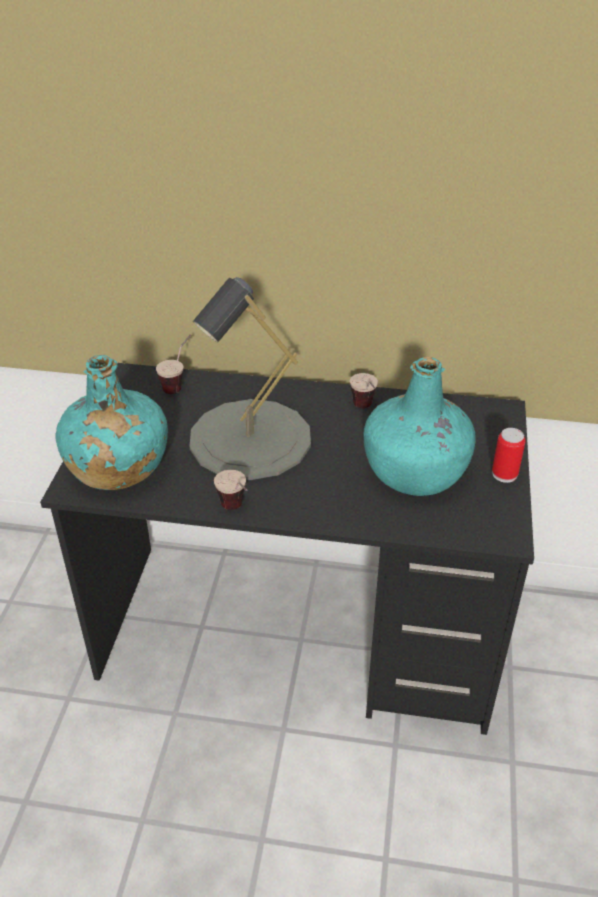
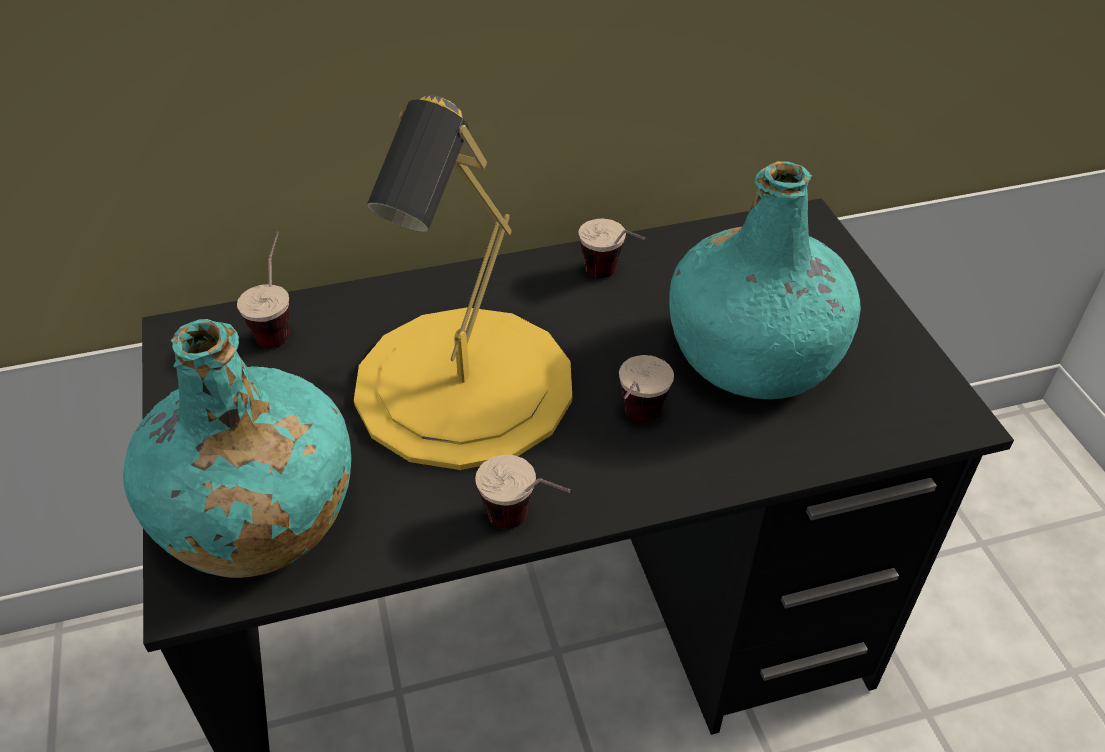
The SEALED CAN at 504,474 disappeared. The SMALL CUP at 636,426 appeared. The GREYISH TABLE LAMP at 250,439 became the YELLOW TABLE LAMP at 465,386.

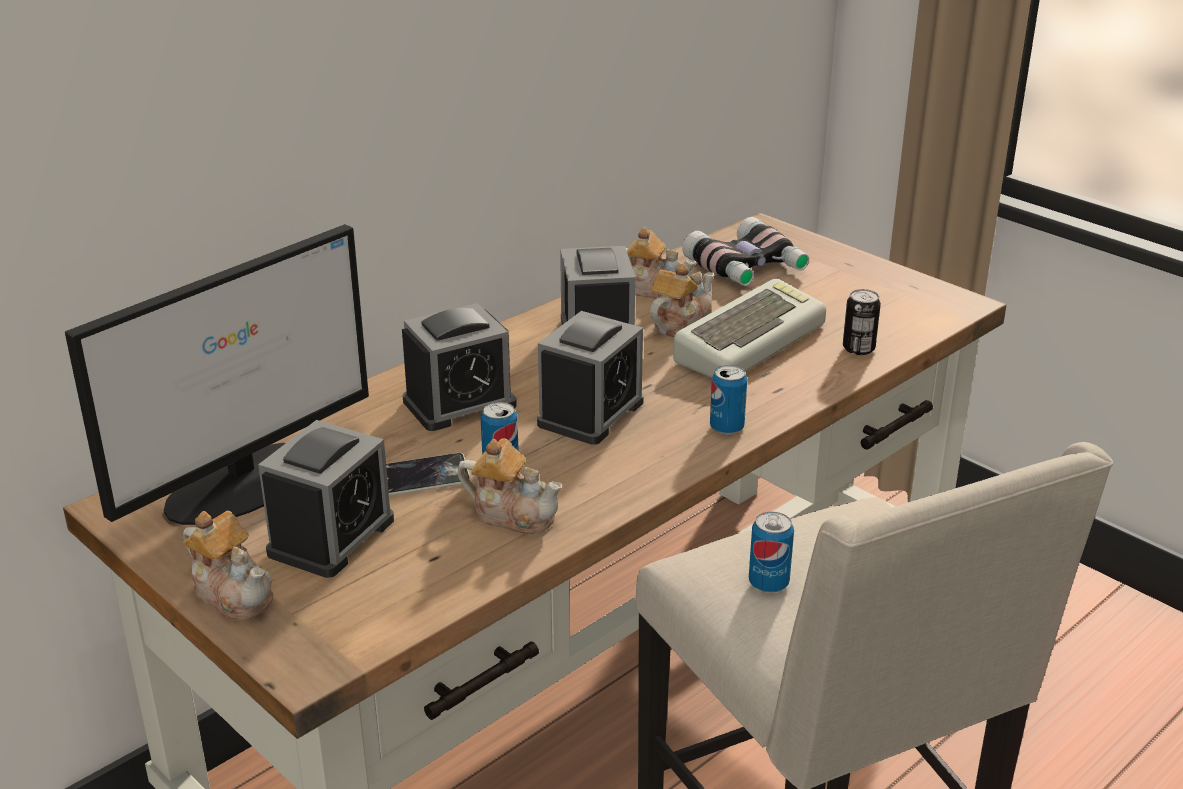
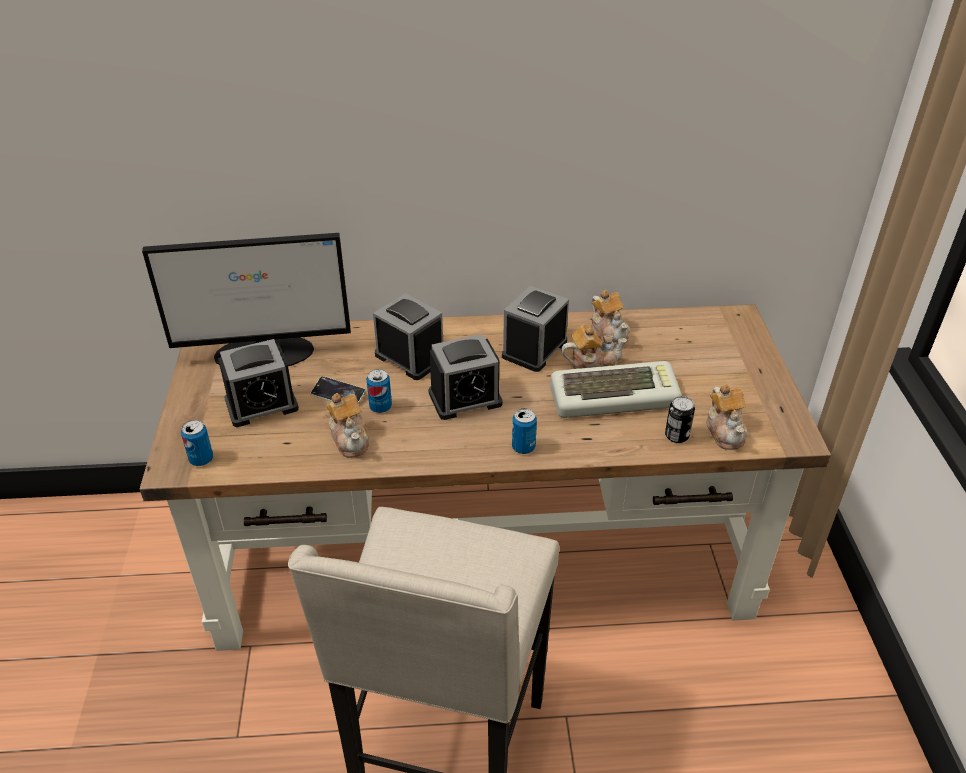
The BINOCULARS at 747,267 disappeared. The TEAPOT moved from 233,593 to 725,431. The SEALED CAN moved from 768,583 to 201,459. The BEDSIDE CLOCK at 459,403 turned 150 degrees counterclockwise.

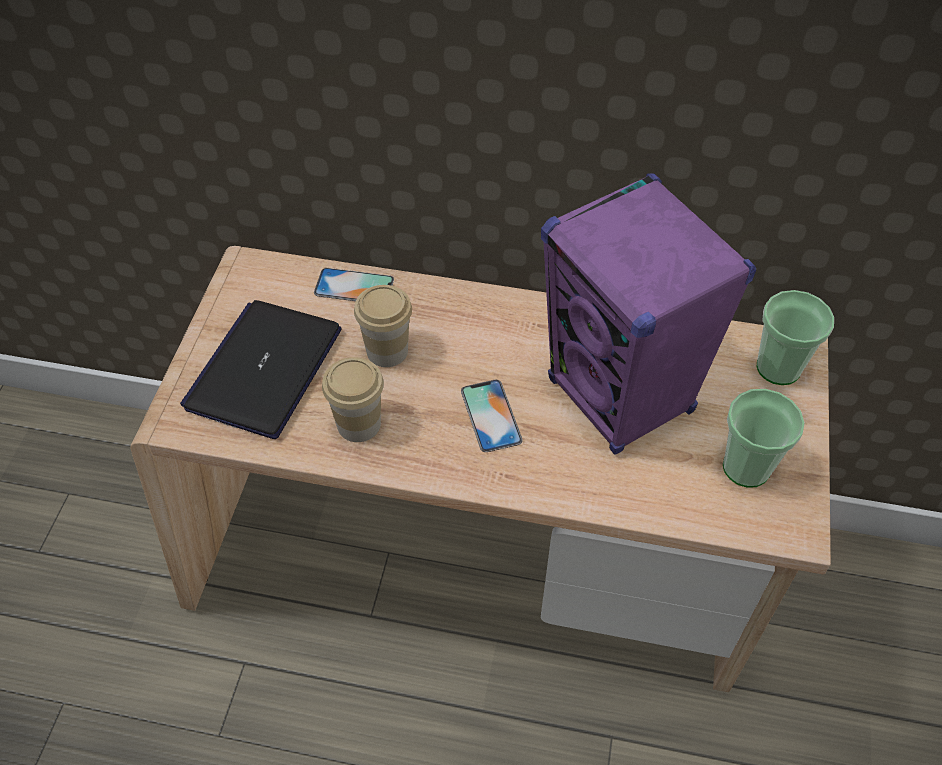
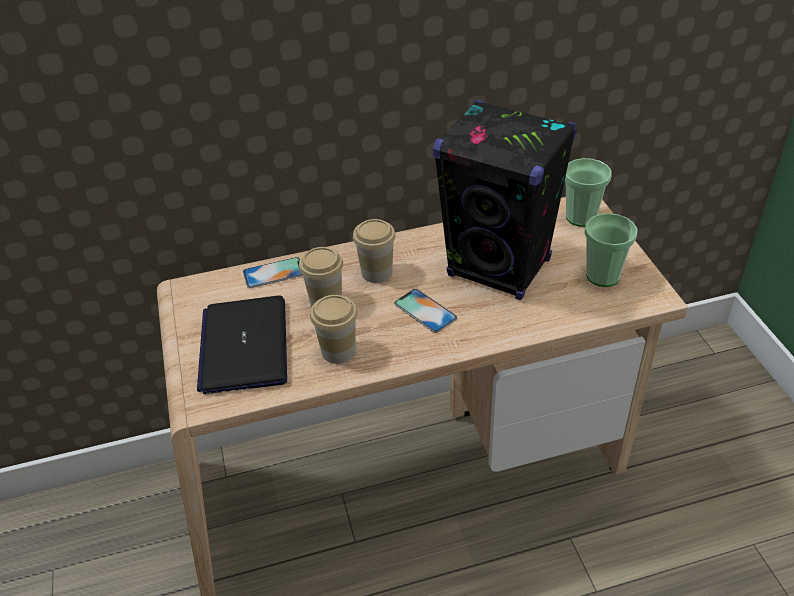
The SMALL CUP at 377,272 appeared. The PURPLE-COLOURED SPEAKER at 621,397 became the BLACK SPEAKER at 500,268.

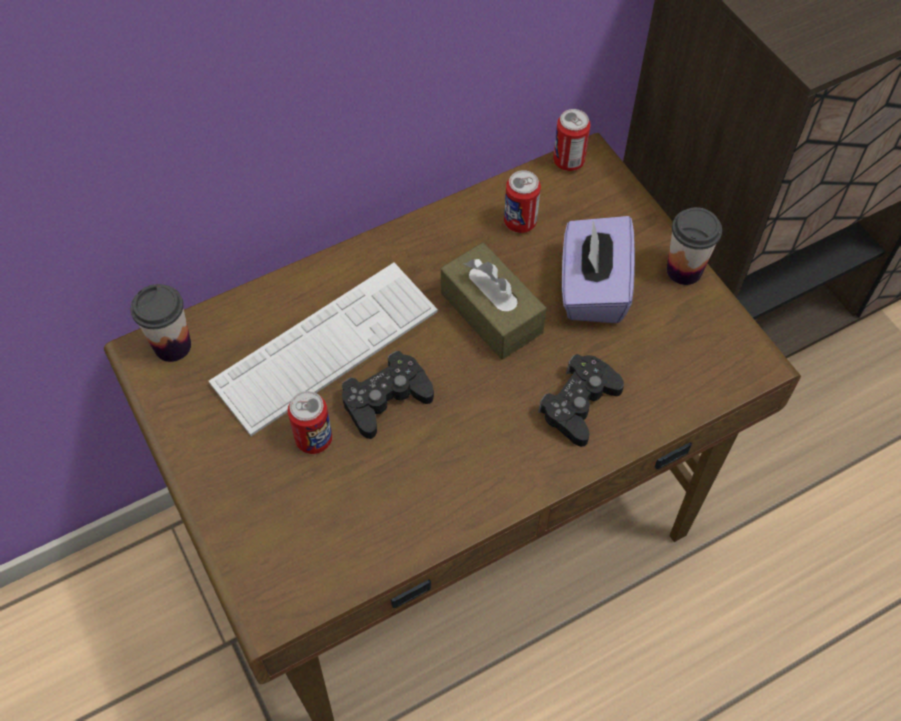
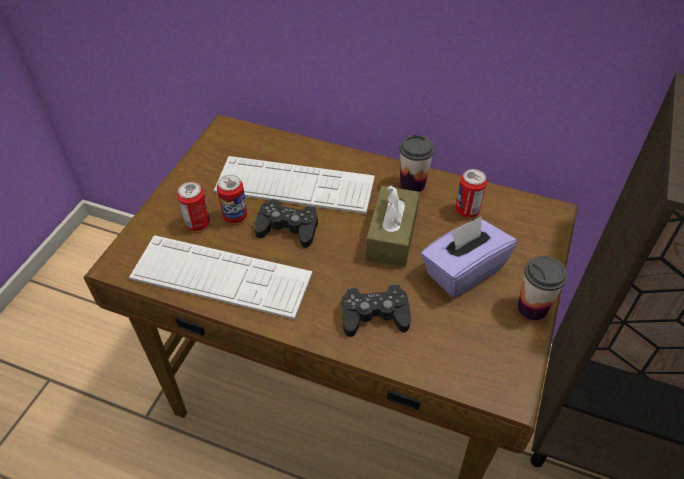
The COMPUTER KEYBOARD at 221,277 appeared. The SMALL CUP moved from 172,346 to 412,184. The SEALED CAN moved from 568,161 to 198,223.

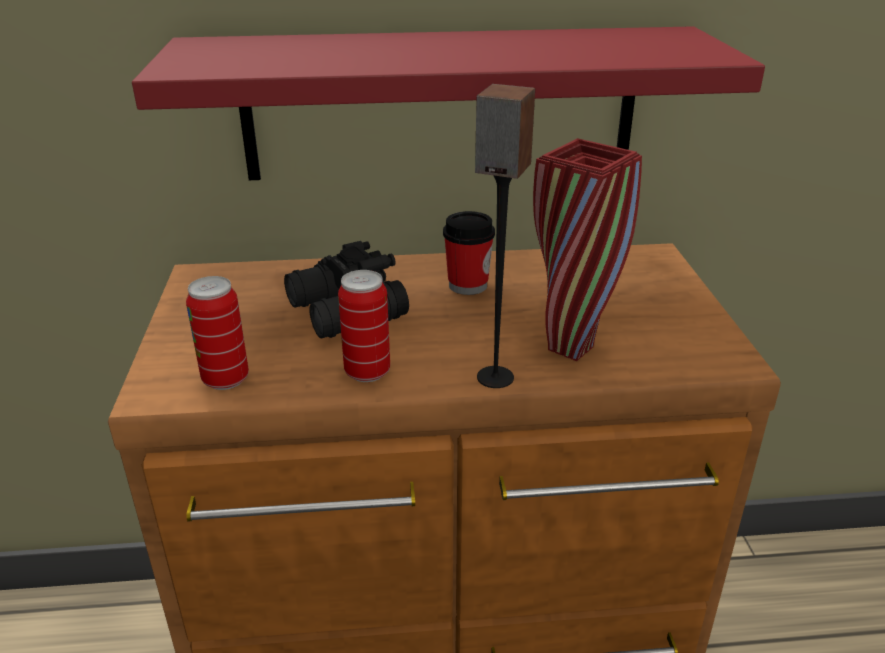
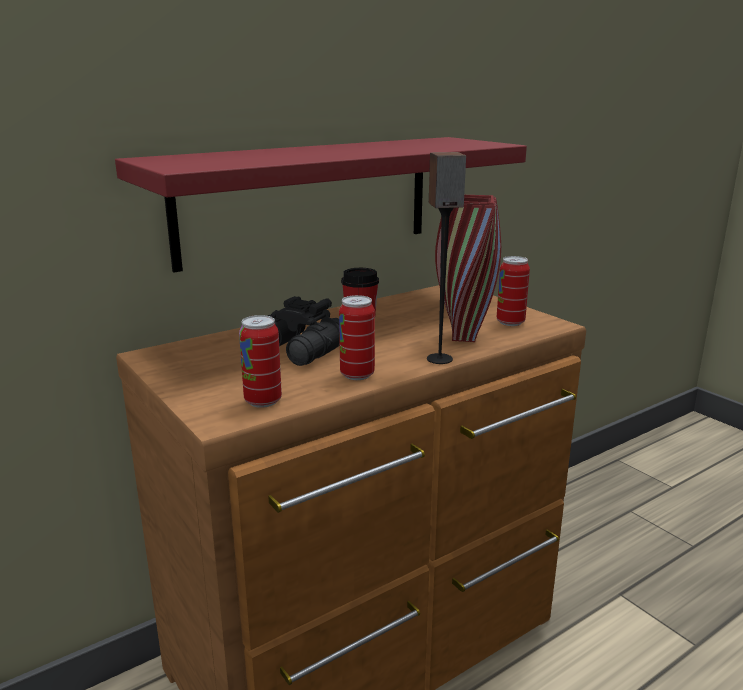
The SEALED CAN at 510,322 appeared.

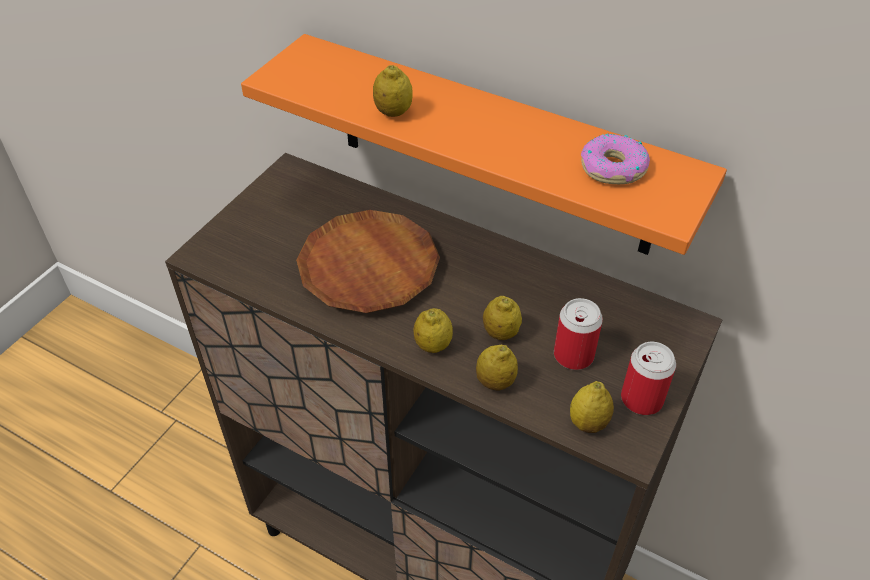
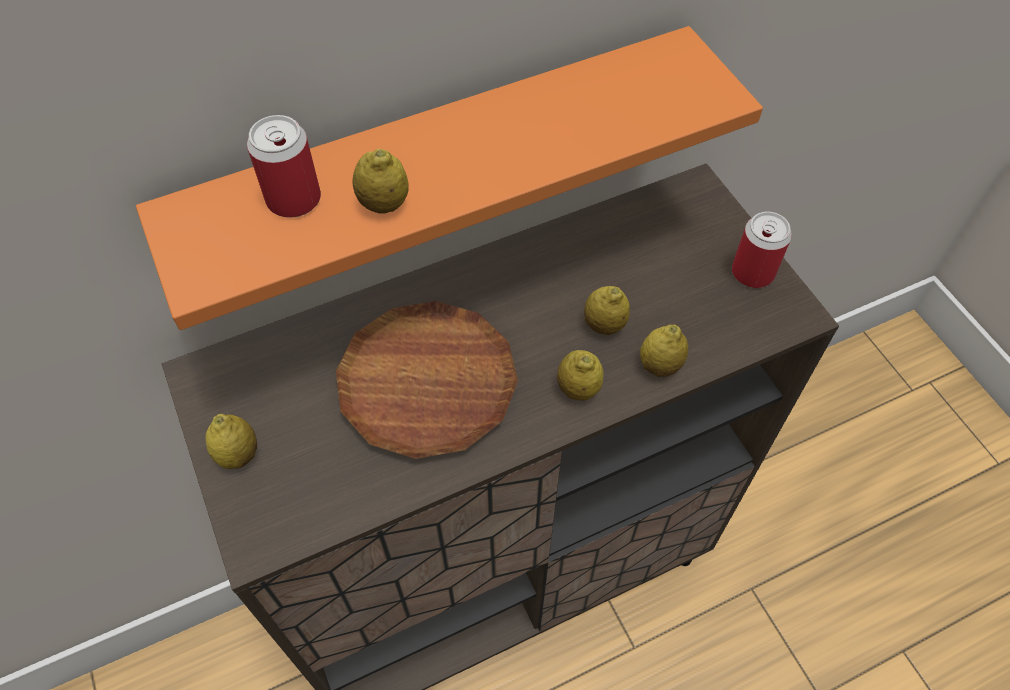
The DOUGHNUT at 612,168 disappeared. The SEALED CAN moved from 573,355 to 293,199. The CITRUS FRUIT moved from 588,423 to 238,454.

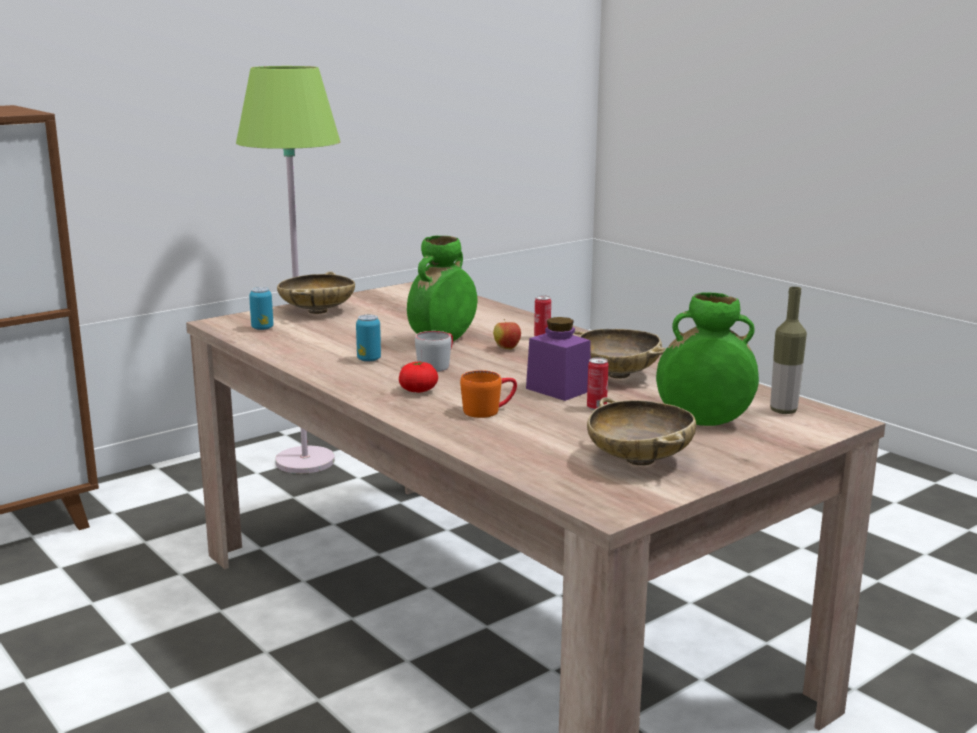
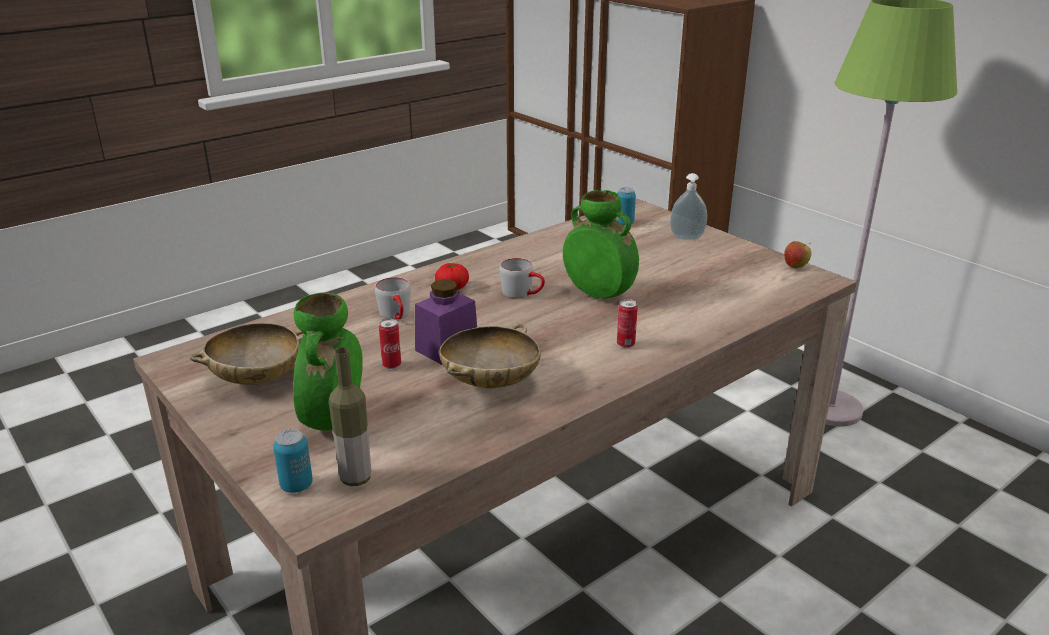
The SEALED CAN moved from 369,359 to 296,485. The APPLE FRUIT moved from 506,348 to 795,266. The BEIGE DEEP DISH at 317,311 was replaced by the SOAP DISPENSER at 686,238. The ORANGEY COFFEE MUG at 489,410 became the GREYISH COFFEE MUG at 397,316.

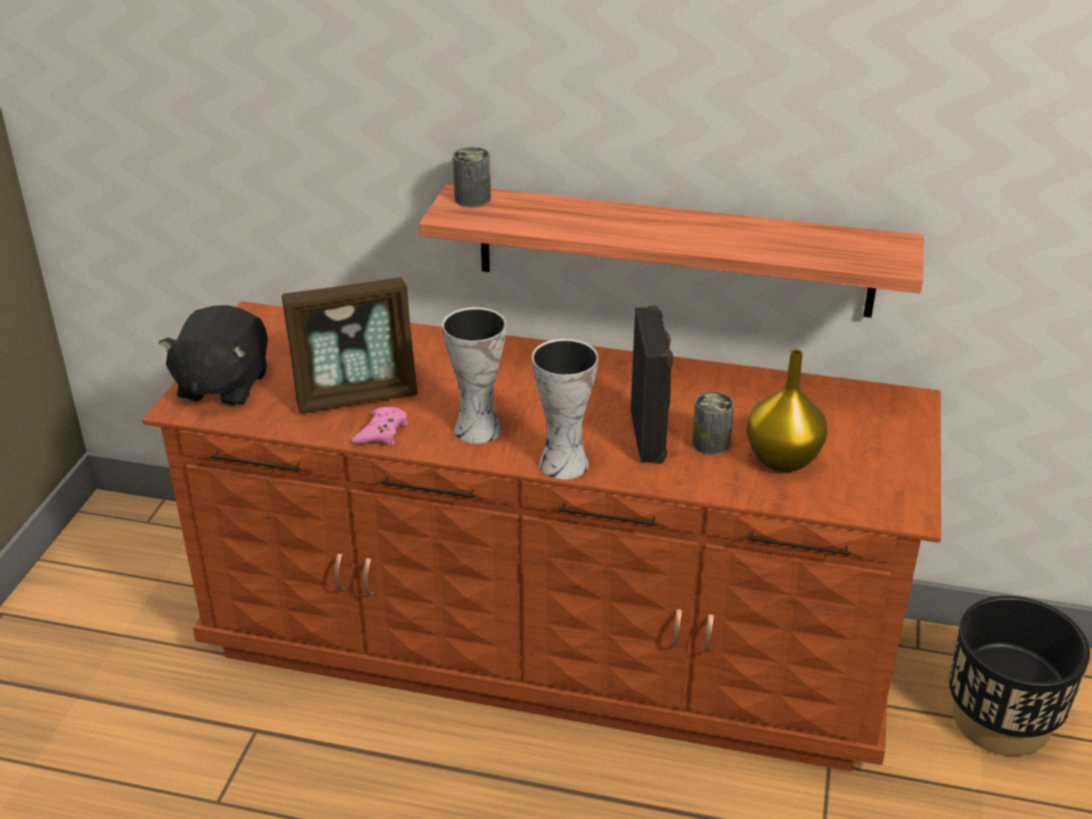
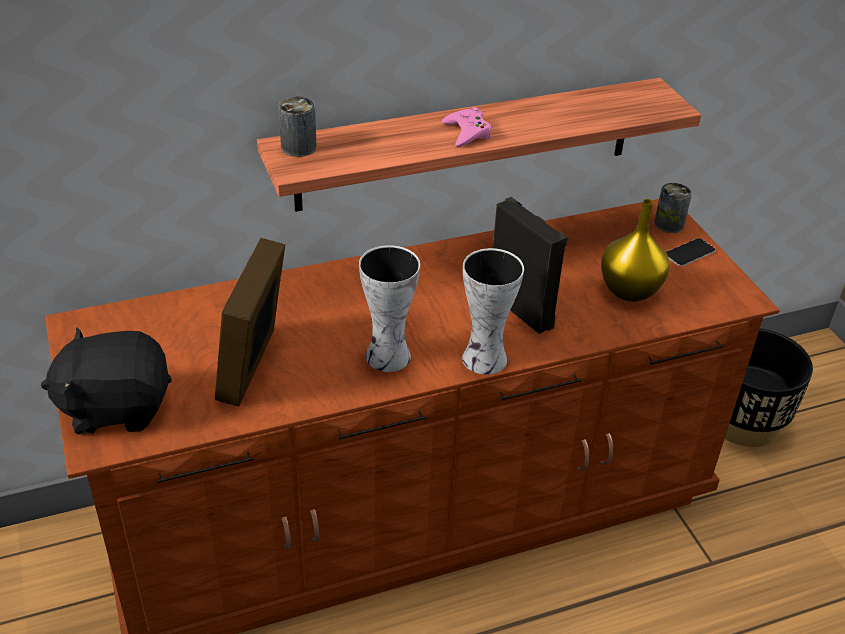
The PHONE at 689,253 appeared. The PINK-COLOURED GAMEPAD moved from 381,432 to 467,133. The SEALED CAN moved from 711,443 to 669,224. The BLACK PLUSH TOY at 222,385 turned 105 degrees clockwise. The STANDING FRAME at 356,396 turned 150 degrees clockwise.

